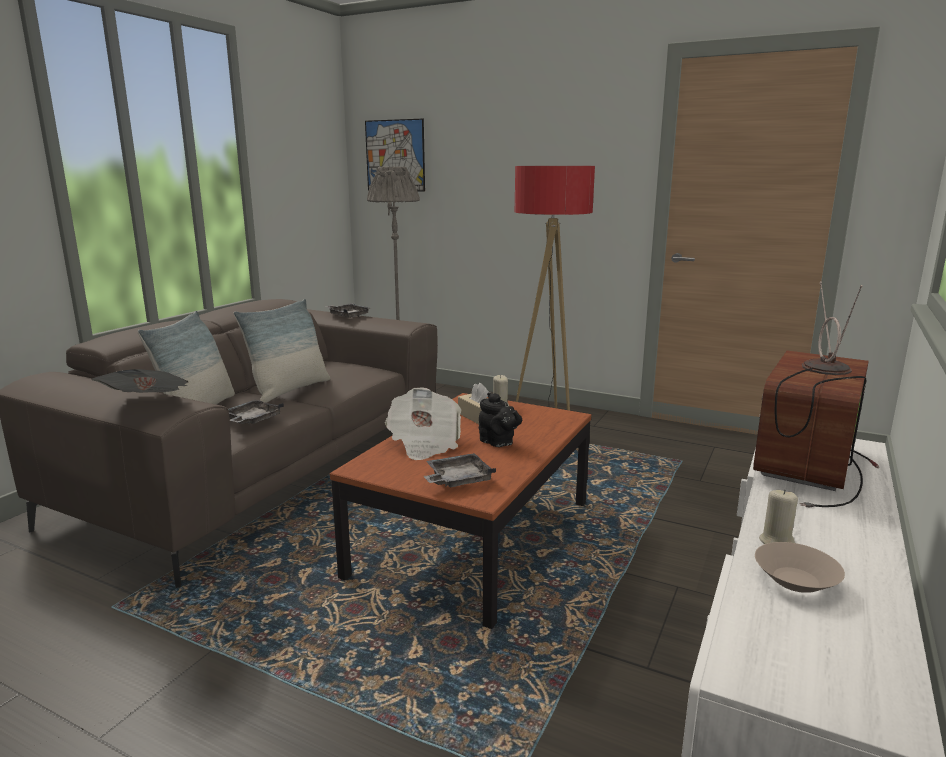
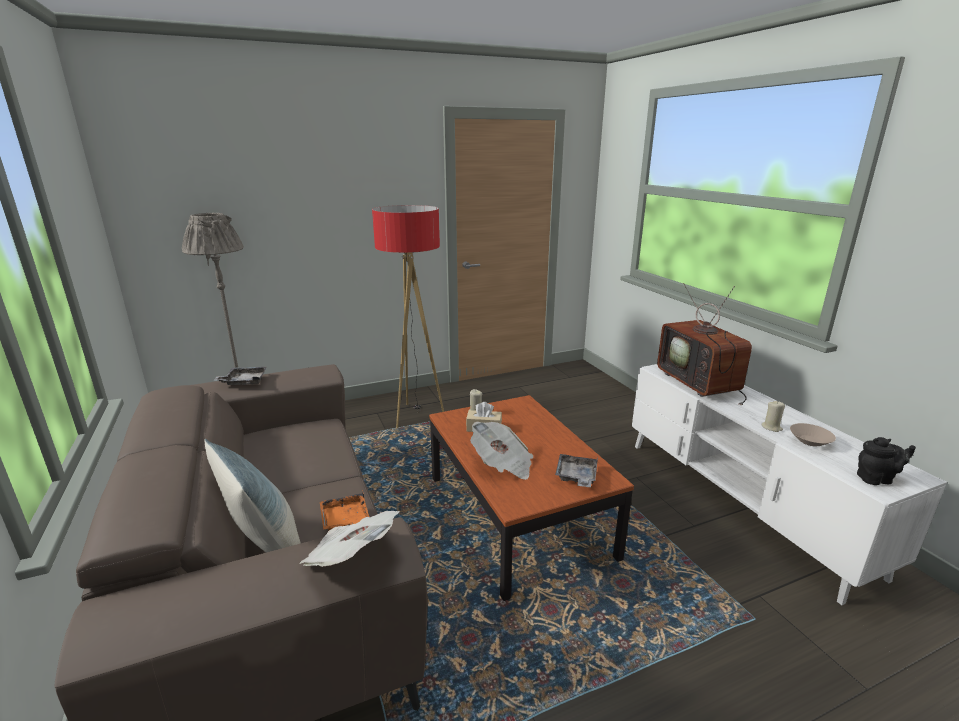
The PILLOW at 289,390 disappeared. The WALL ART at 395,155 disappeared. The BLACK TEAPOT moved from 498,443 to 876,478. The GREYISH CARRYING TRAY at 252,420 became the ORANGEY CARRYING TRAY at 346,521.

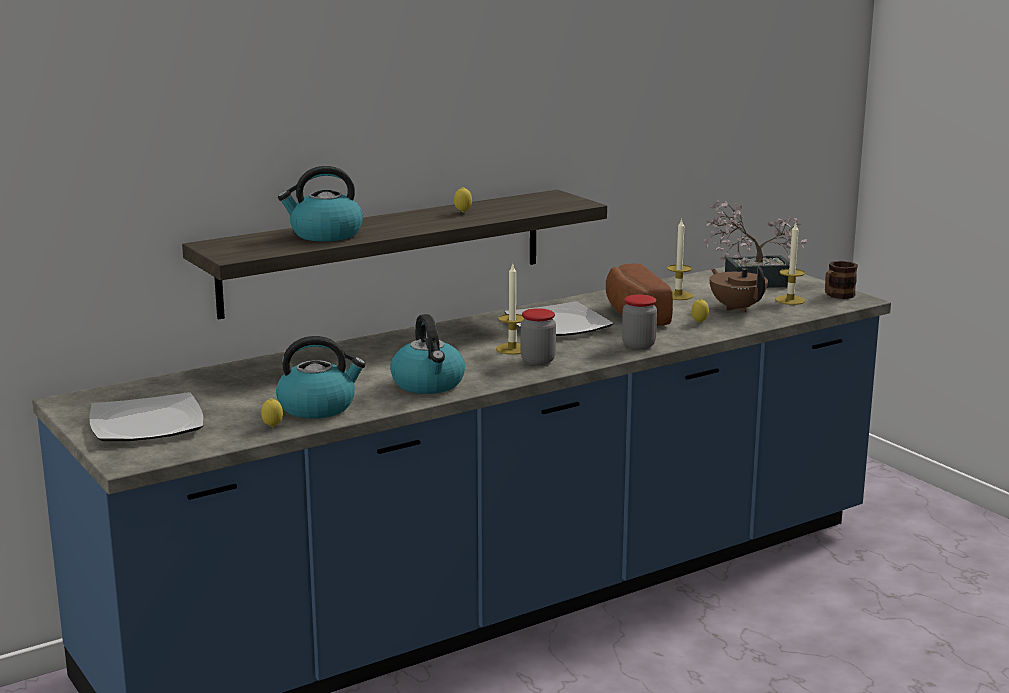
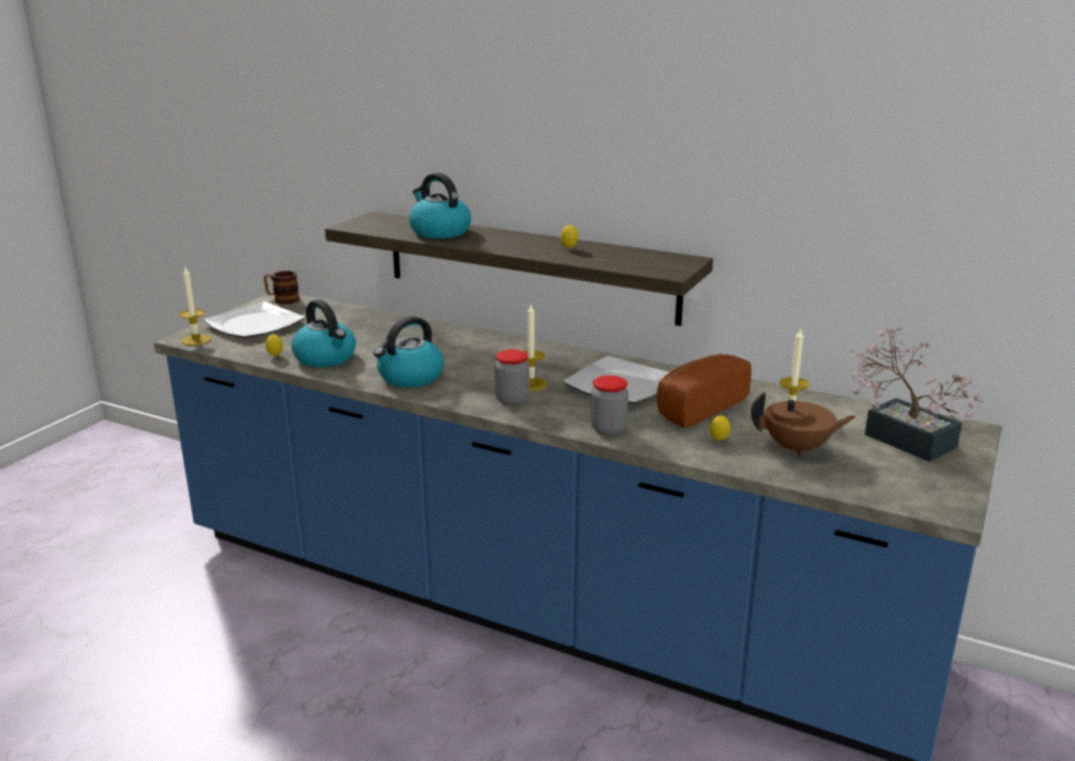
The CANDLE moved from 790,300 to 196,340. The COFFEE MUG moved from 837,296 to 282,300. The BROWN TEAPOT at 736,308 turned 60 degrees clockwise.

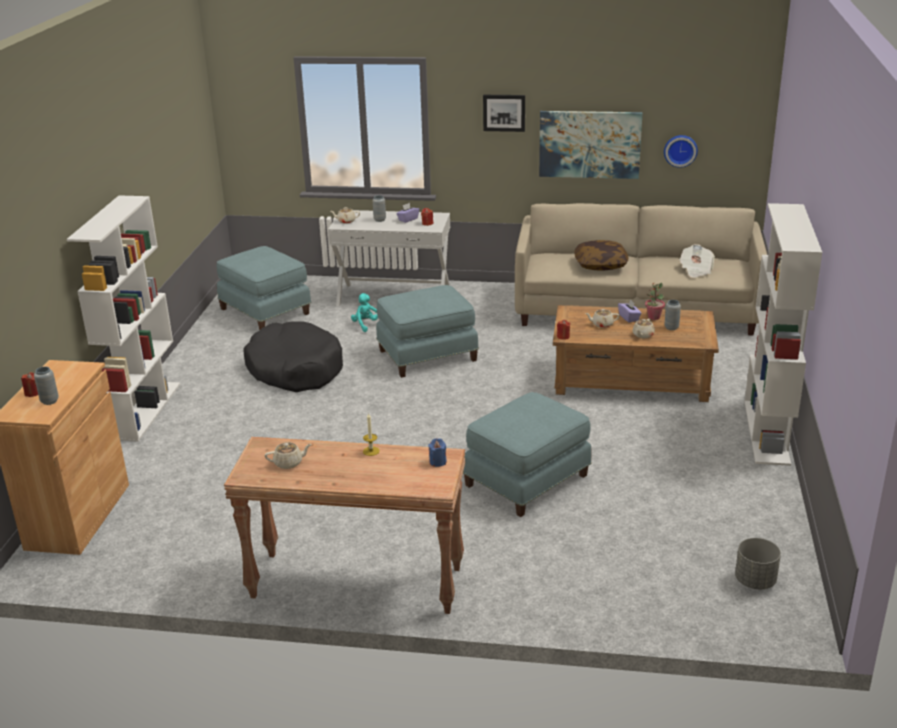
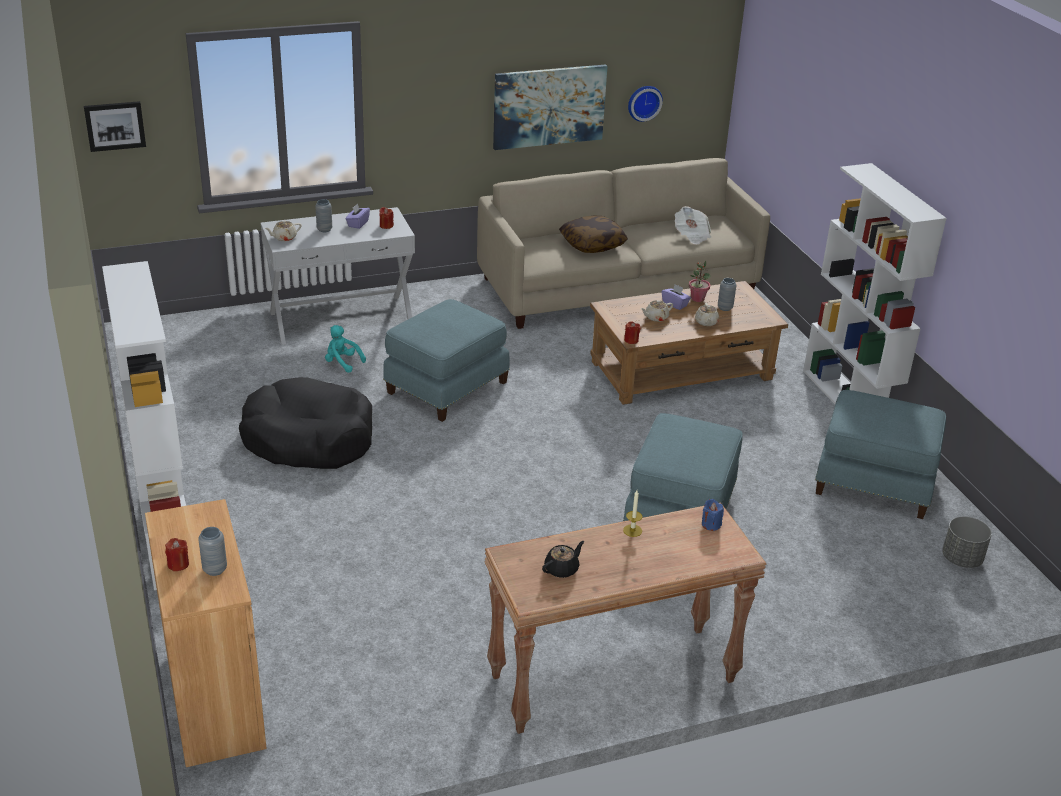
The BLUISH OTTOMAN moved from 266,311 to 874,482. The WALL ART moved from 504,112 to 115,125. The BEIGE TEAPOT at 289,463 became the BLACK TEAPOT at 562,569.

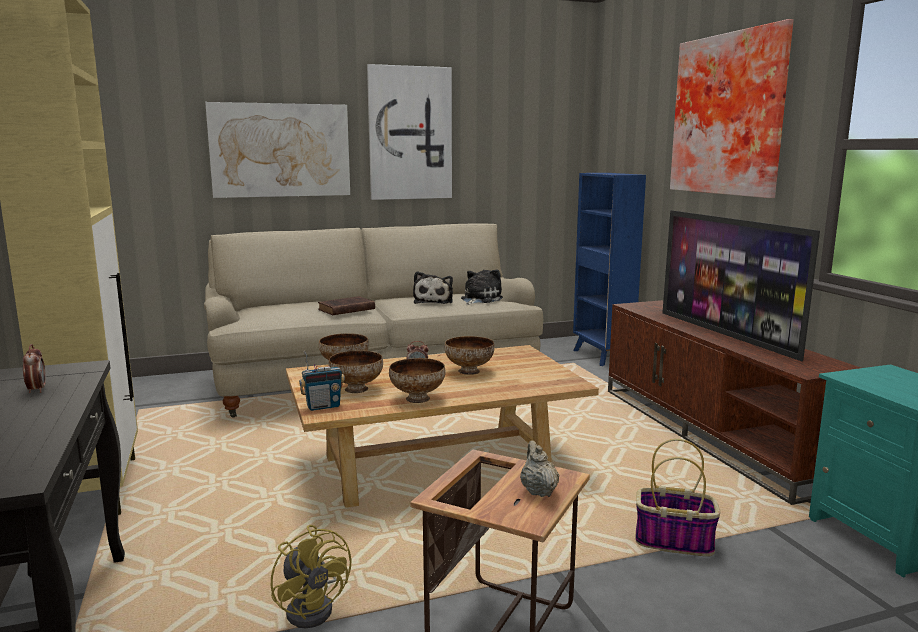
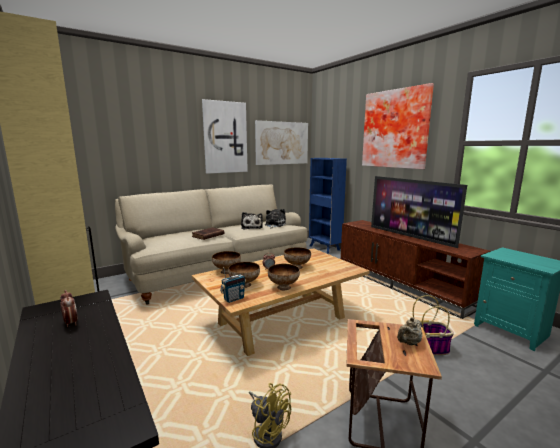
The WALL ART moved from 280,150 to 282,143. The BEIGE TEAPOT at 538,491 turned 105 degrees counterclockwise.

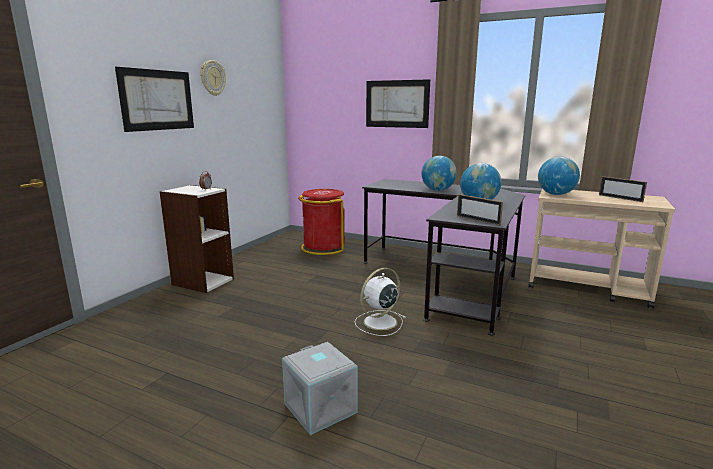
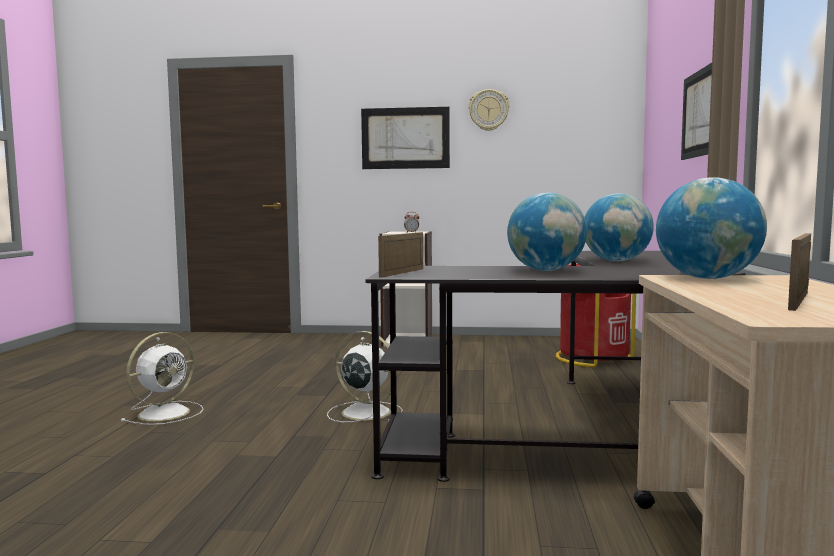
The GREYISH STORAGE BOX at 319,408 was replaced by the WHITISH FAN at 166,413.

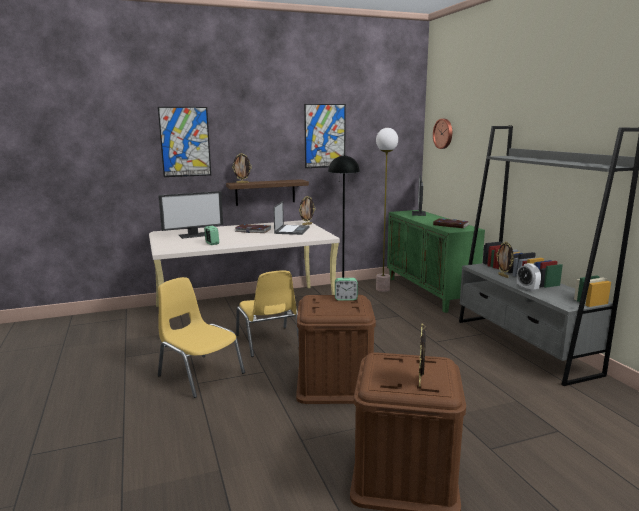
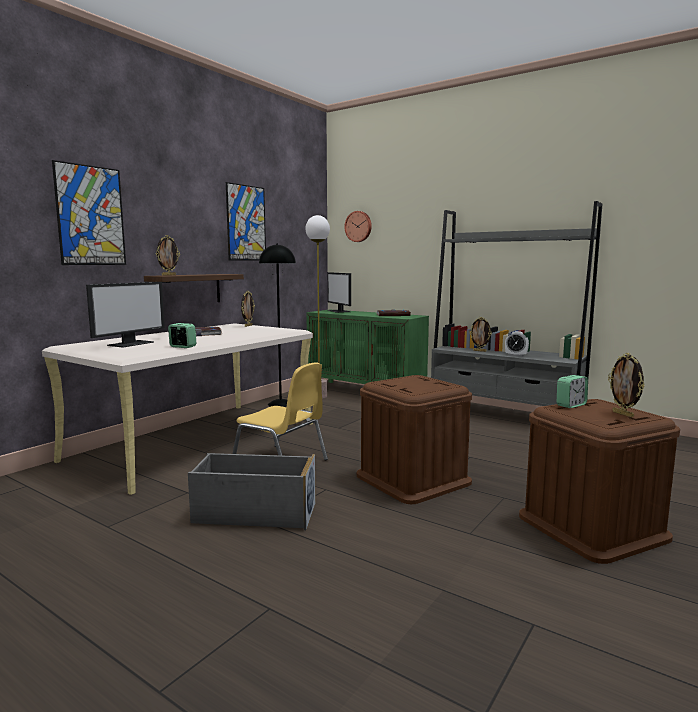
The LAPTOP at 292,230 disappeared. The BEDSIDE CLOCK moved from 346,299 to 571,405. The YELLOW PLAIN CHAIR at 200,374 was replaced by the GREYISH STORAGE BOX at 254,513.

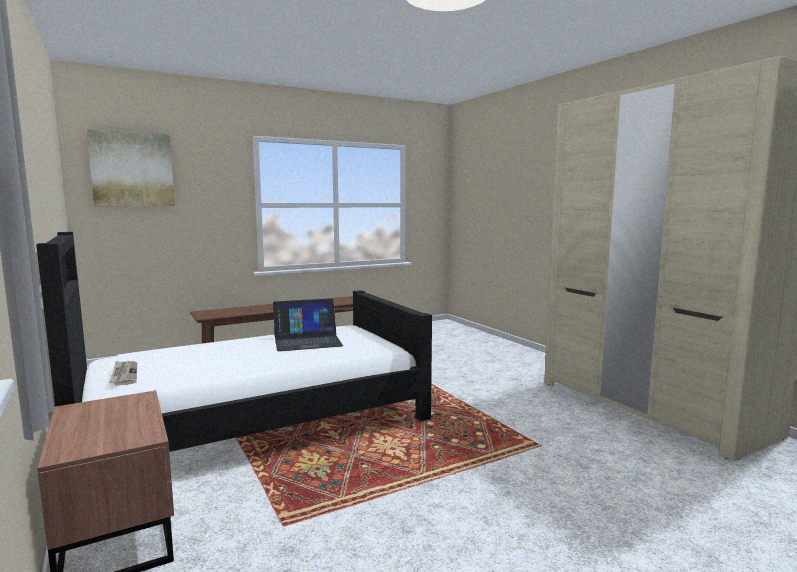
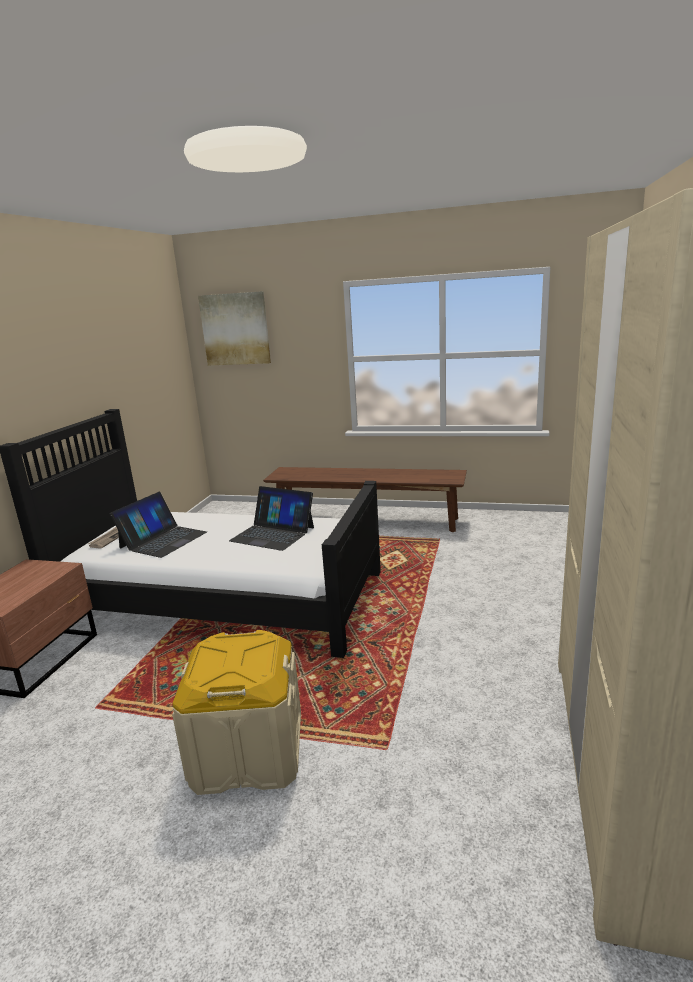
The LAPTOP at 163,540 appeared. The BEIGE STORAGE BOX at 247,752 appeared.

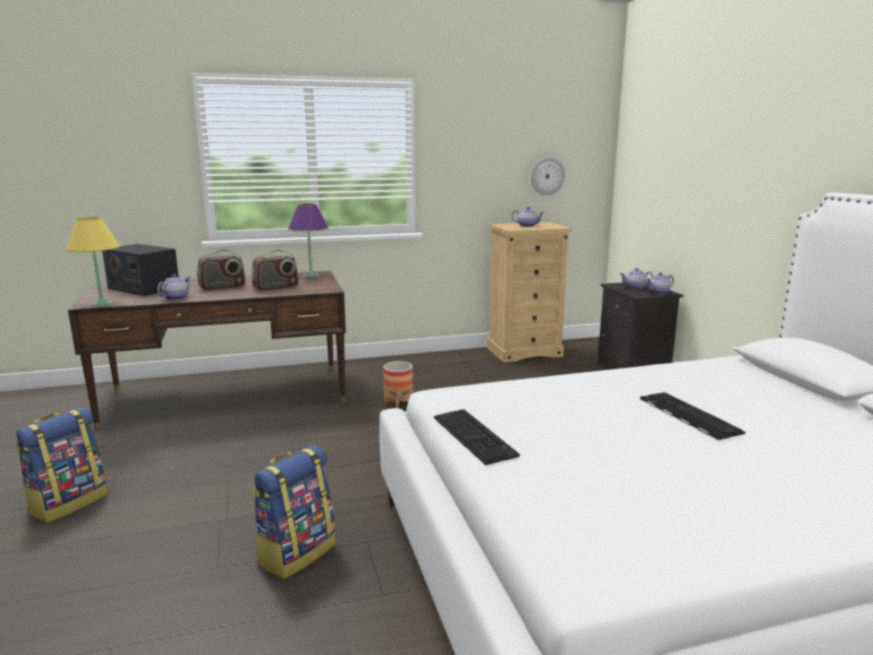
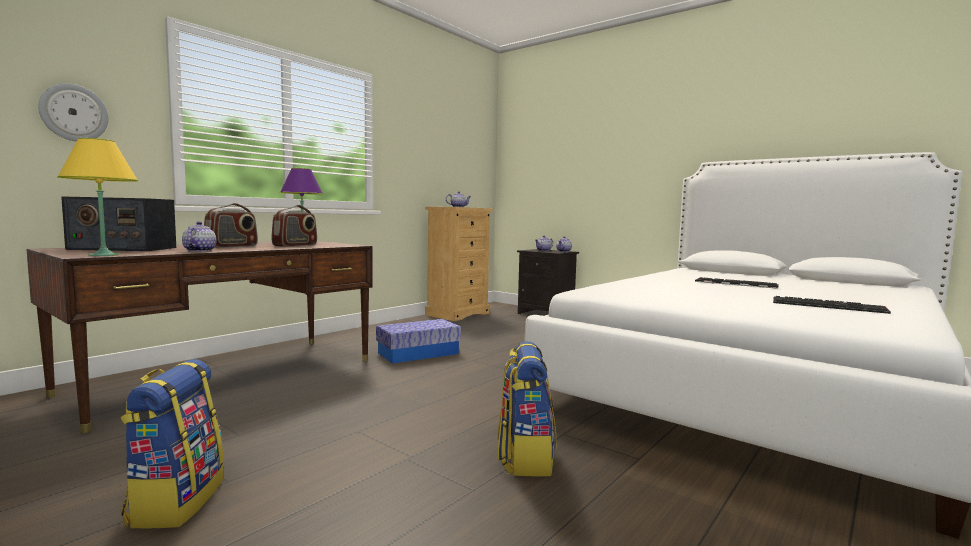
The COMPUTER KEYBOARD moved from 476,436 to 829,305. The HANGING CLOCK moved from 547,176 to 74,113. The PLANTER at 398,403 was replaced by the STORAGE BOX at 418,353.

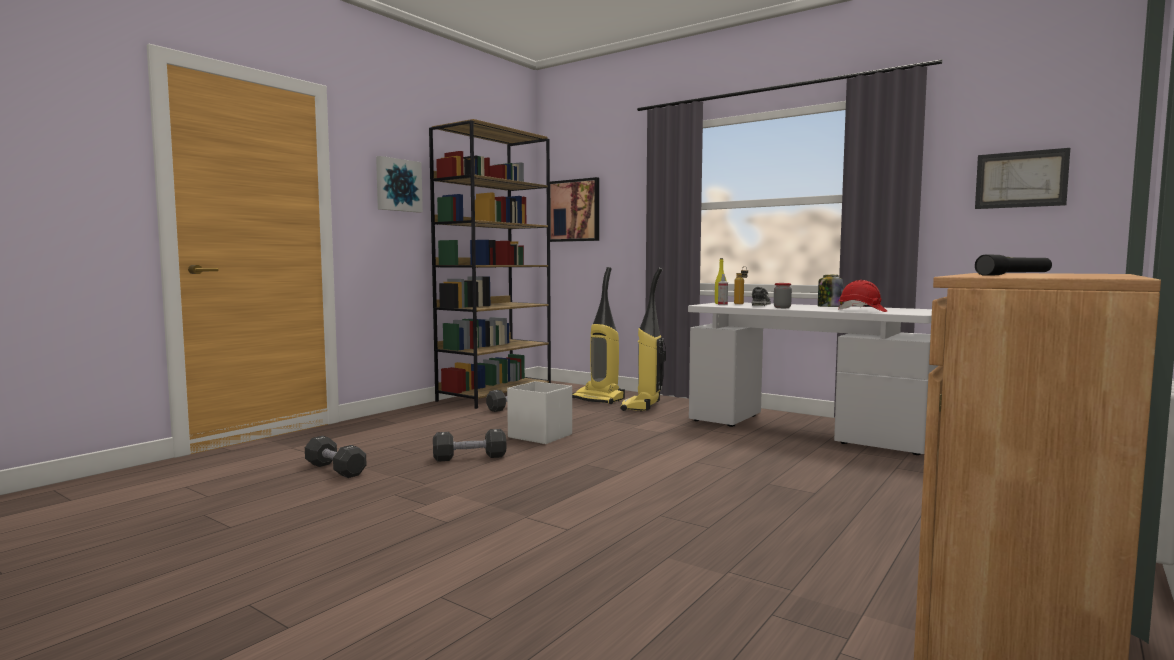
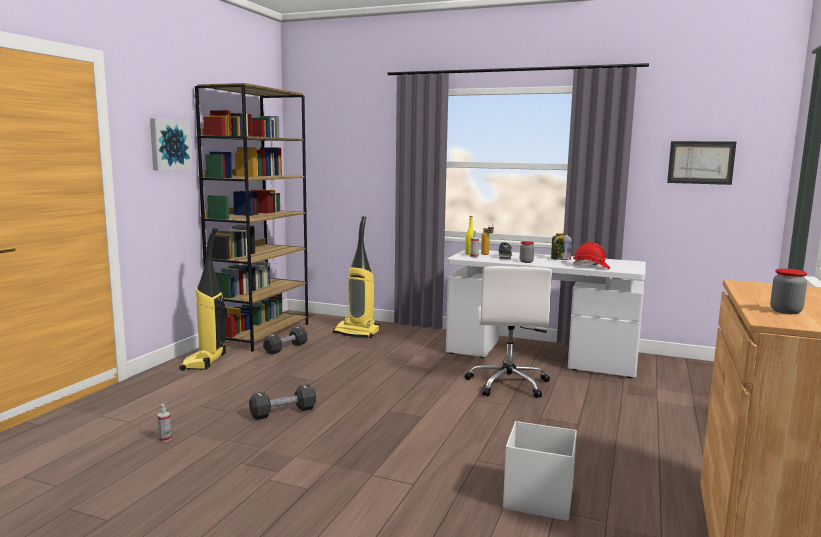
The WALL ART at 574,210 disappeared. The WHITISH DESK CHAIR at 508,384 appeared. The WHITISH STORAGE BOX moved from 539,435 to 537,498. The VACUUM CLEANER moved from 641,406 to 204,362. The BLACK HAND WEIGHT at 335,469 was replaced by the SPRAYER at 165,439. The BLACK FLASHLIGHT at 1015,275 was replaced by the PRESERVE JAR at 785,311.

